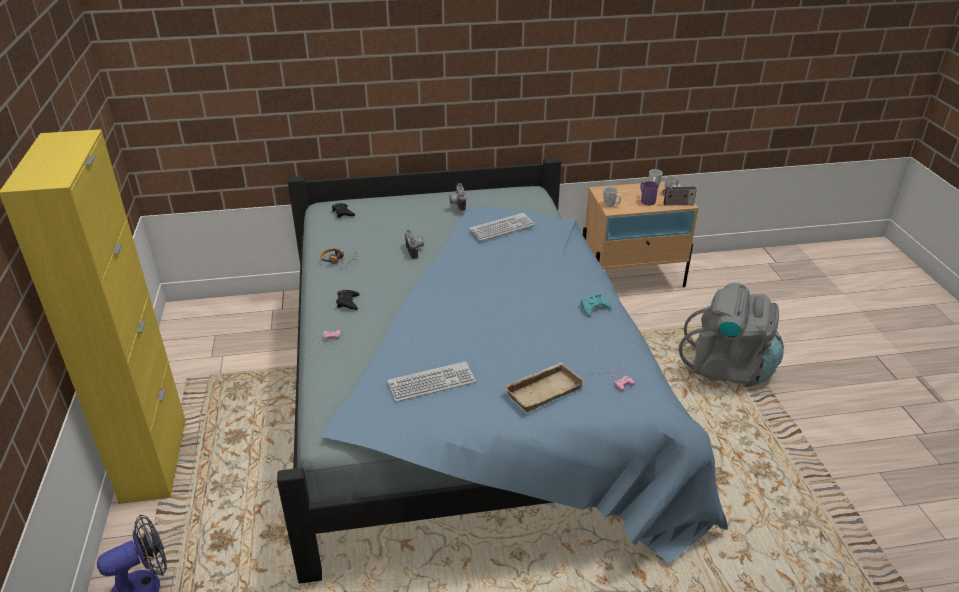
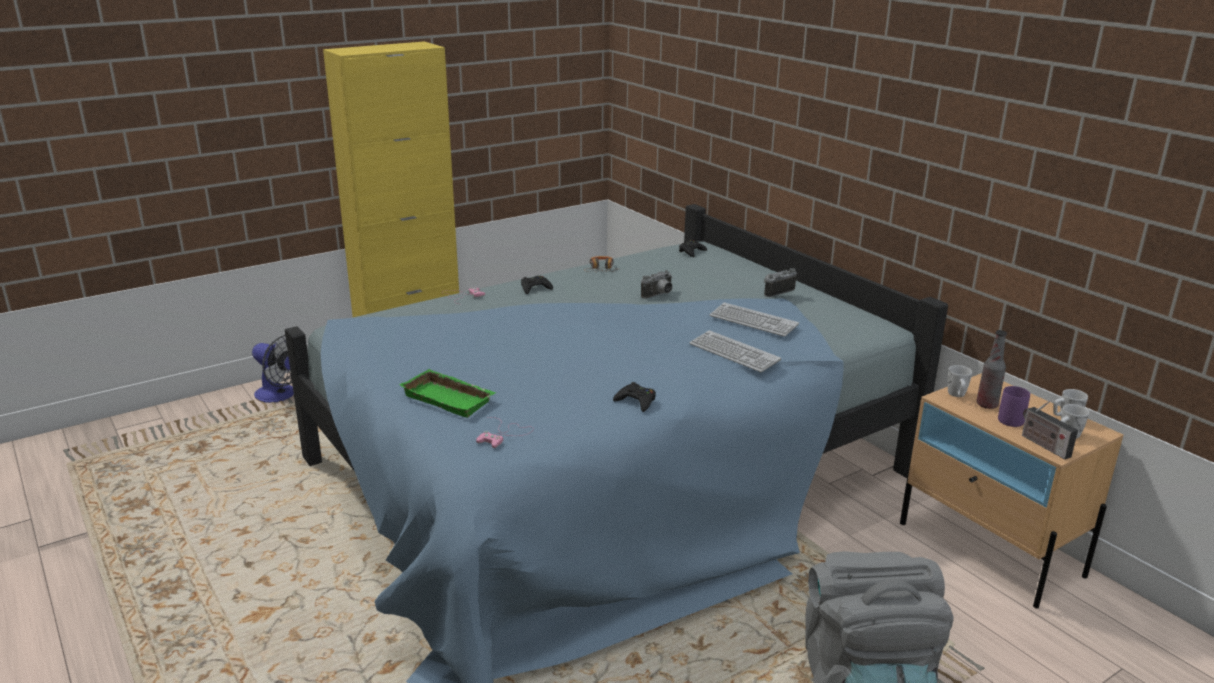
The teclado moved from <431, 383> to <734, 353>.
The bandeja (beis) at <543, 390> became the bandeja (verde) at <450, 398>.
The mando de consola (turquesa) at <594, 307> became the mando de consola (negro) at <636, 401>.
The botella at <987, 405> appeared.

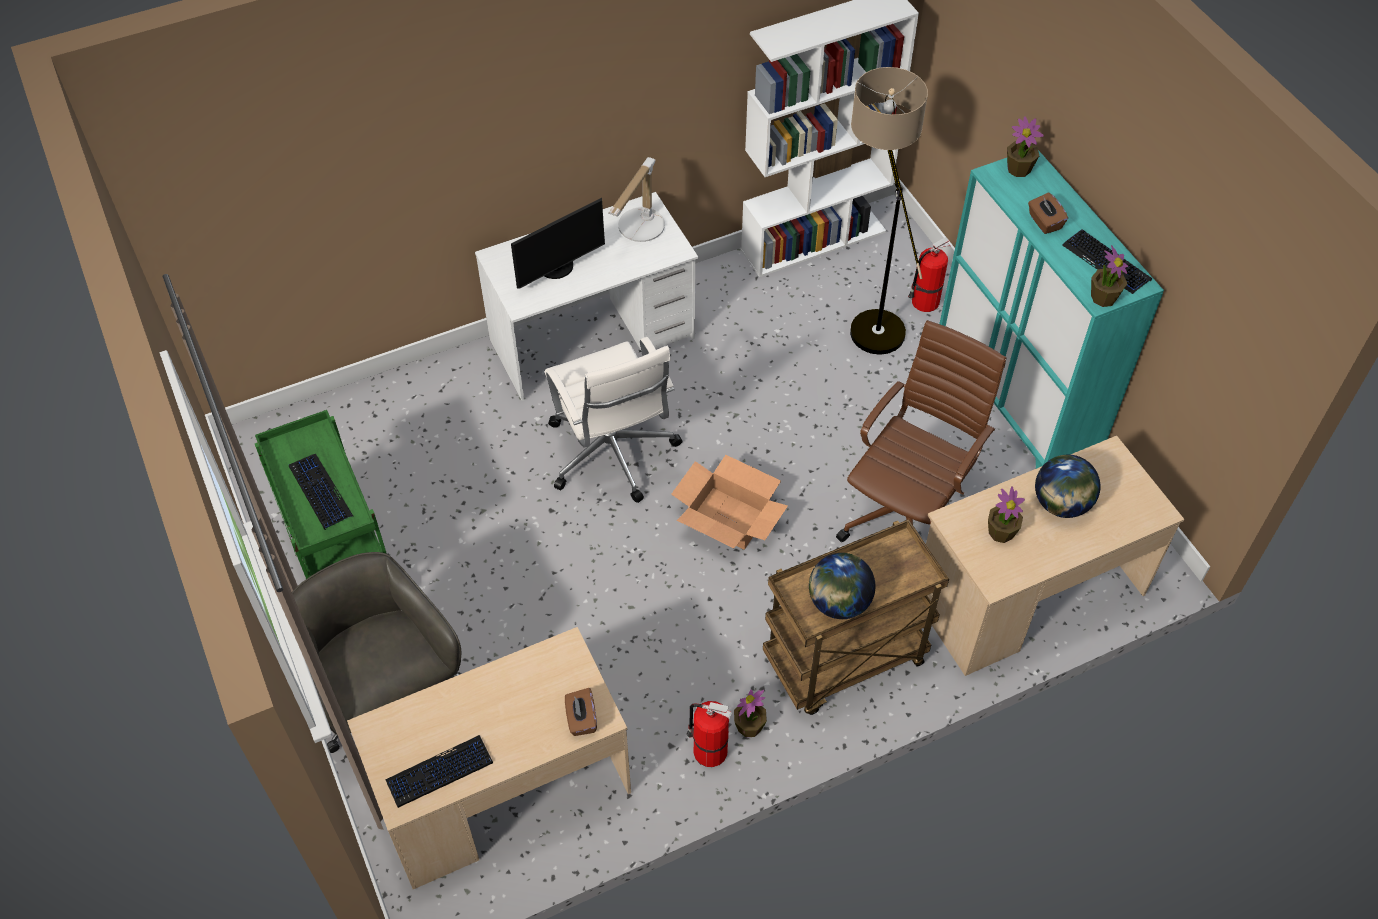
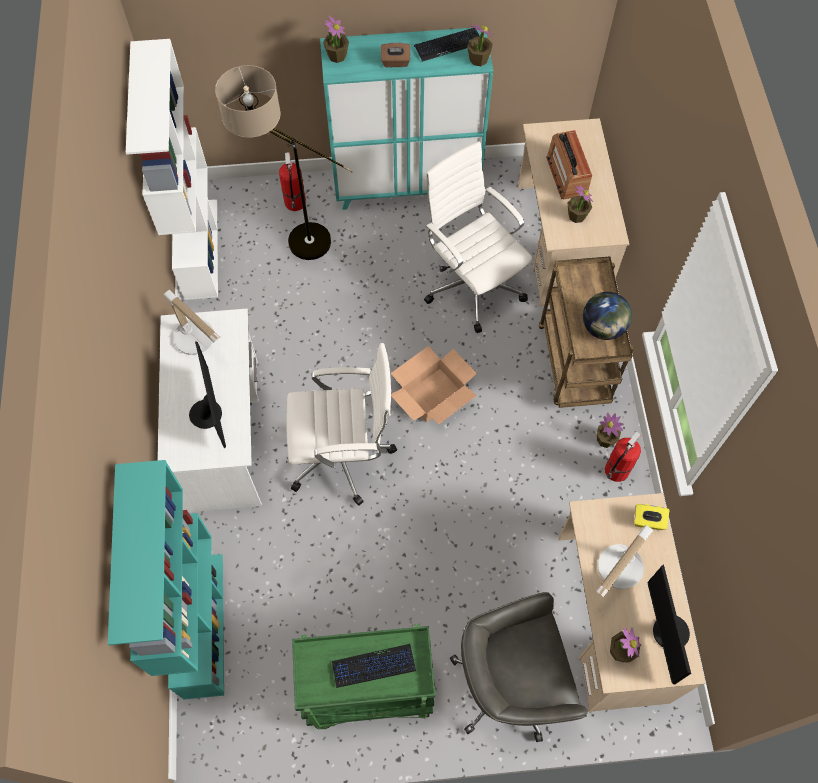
The teclado at <439, 772> was replaced by the monitor at <666, 633>.
The caja de pañuelos (marrón) at <581, 719> became the caja de pañuelos (amarillo) at <648, 521>.
The silla de oficina (marrón) at <907, 514> became the silla de oficina (blanco) at <472, 284>.
The globo terráqueo at <1061, 504> was replaced by the radio at <566, 175>.
The estantería (turquesa) at <202, 624> appeared.
The lámpara de mesa at <616, 572> appeared.
The planta en maceta at <620, 651> appeared.

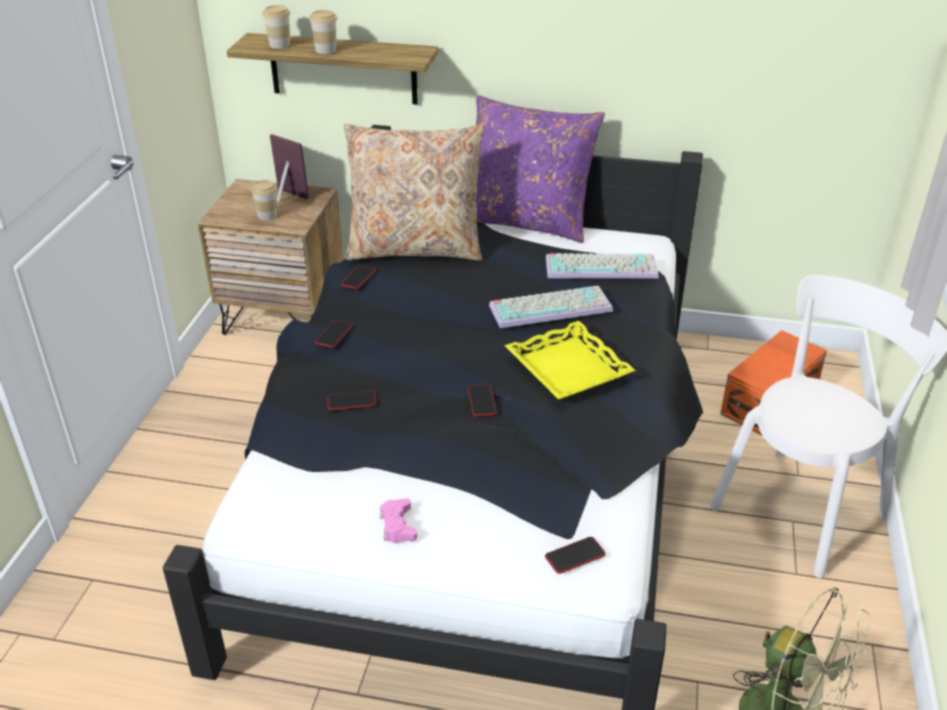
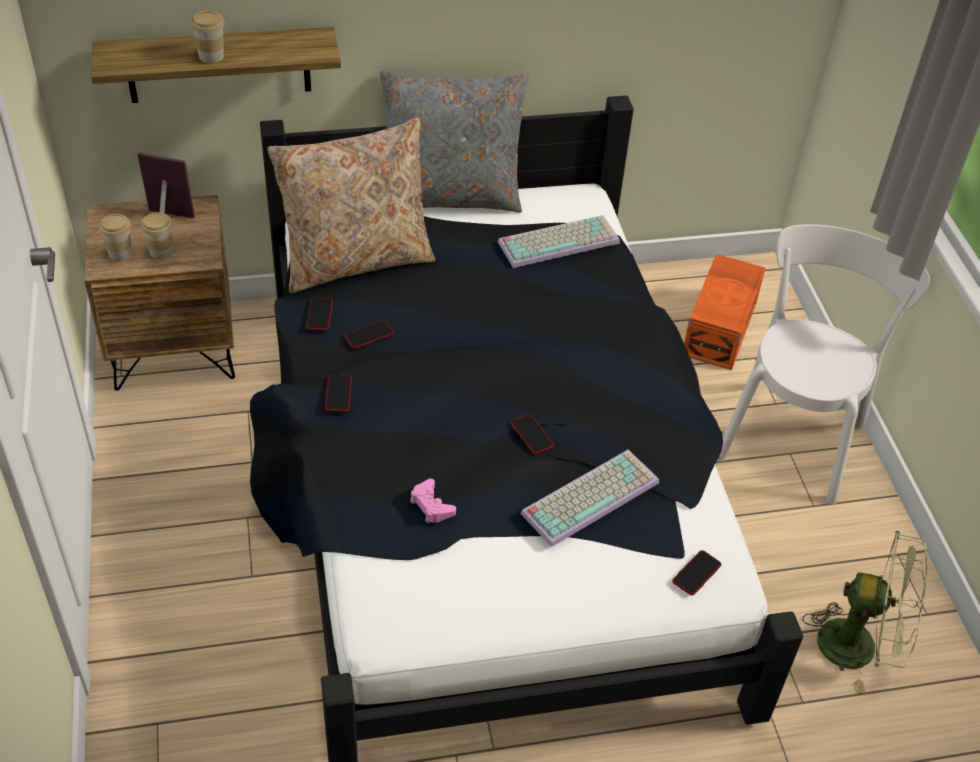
The taza moved from <279, 45> to <120, 253>.
The móvil moved from <351, 401> to <368, 335>.
The mando de consola (rosa) moved from <398, 525> to <431, 505>.
The cojín (morado) at <527, 222> became the cojín (gris) at <450, 196>.
The teclado moved from <551, 307> to <590, 495>.
The bandeja (amarillo) at <567, 368> disappeared.

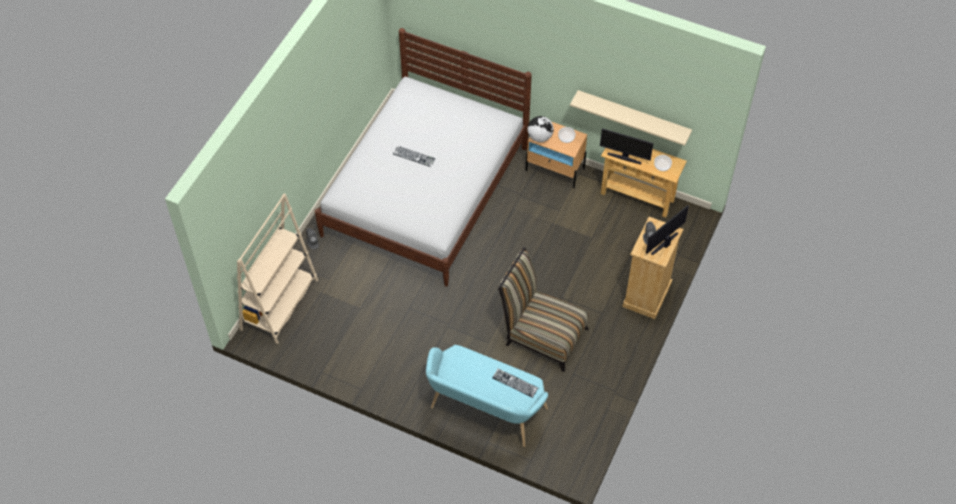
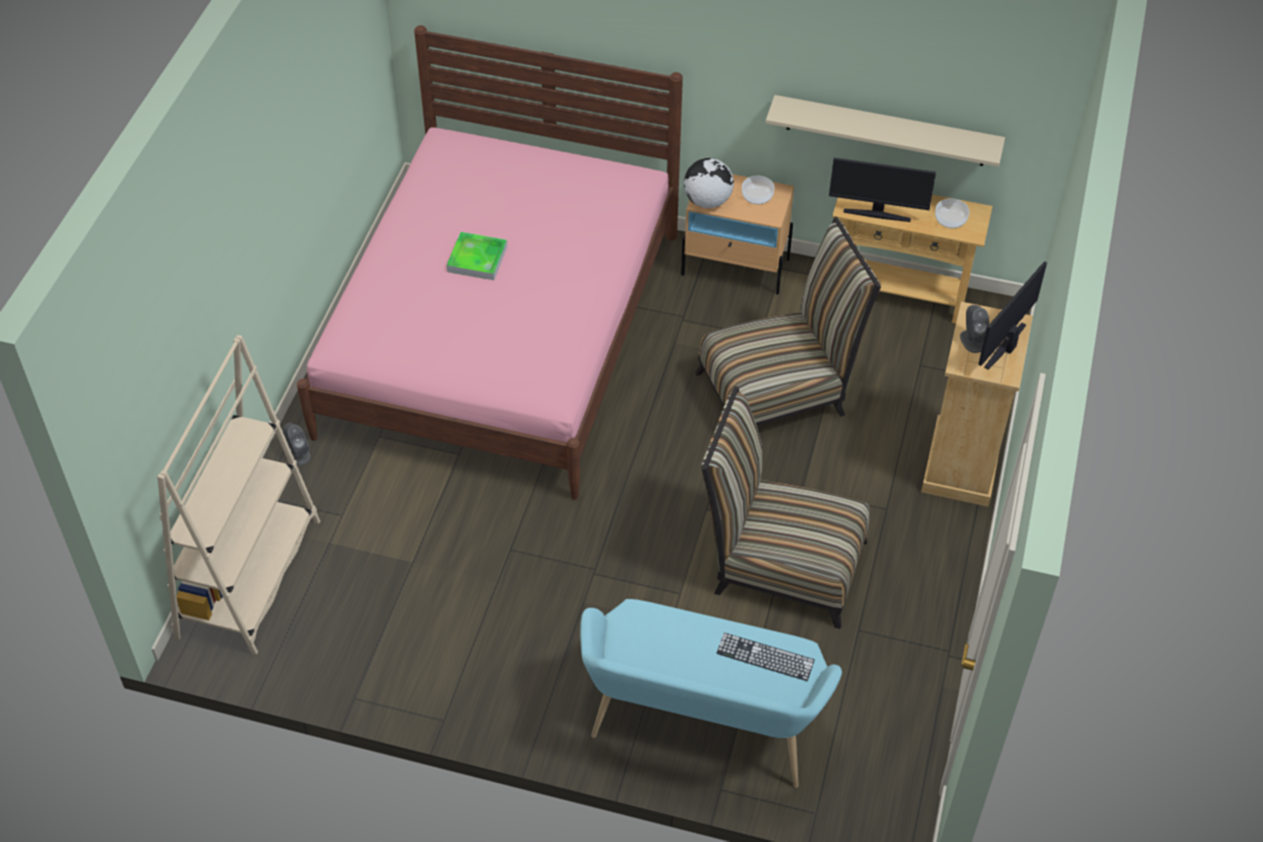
The cama (blanco) at <425, 191> became the cama (rosa) at <501, 333>.
The teclado at <414, 156> was replaced by the bandeja at <477, 259>.
The silla at <779, 391> appeared.

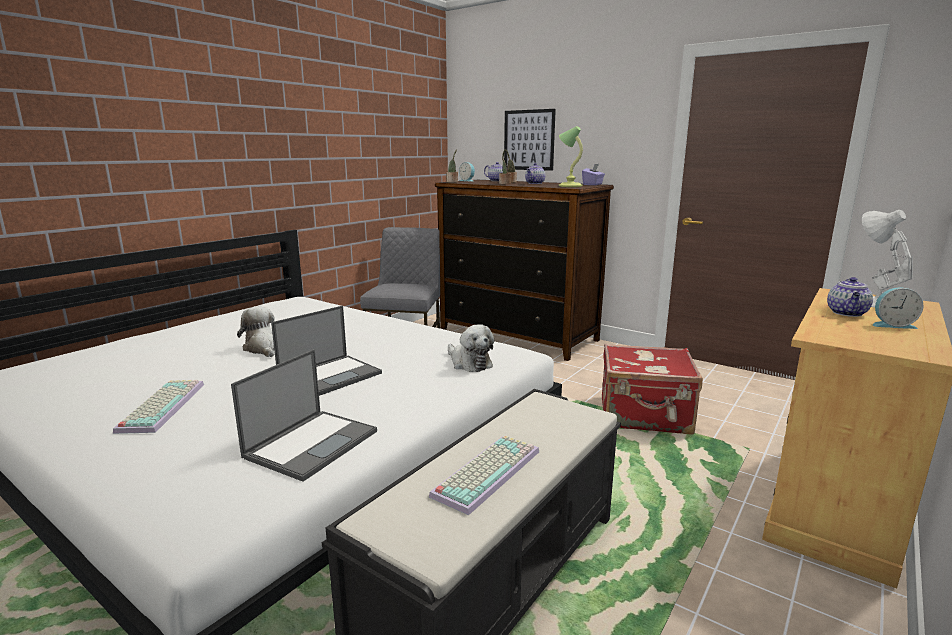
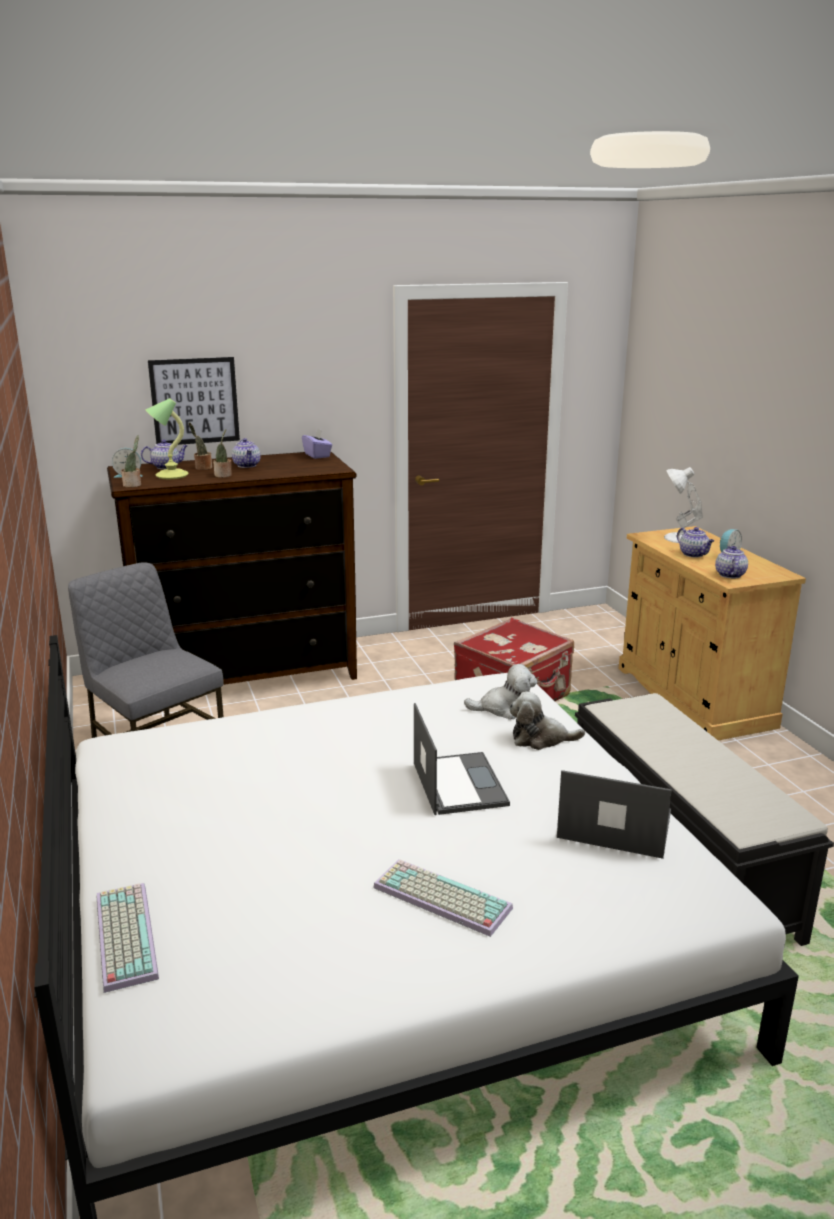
The portátil at <312, 443> turned 45 degrees counterclockwise.
The peluche moved from <263, 348> to <540, 739>.
The teclado moved from <486, 471> to <123, 935>.
The lámpara de mesa moved from <569, 186> to <170, 475>.
The tetera at <729, 574> appeared.

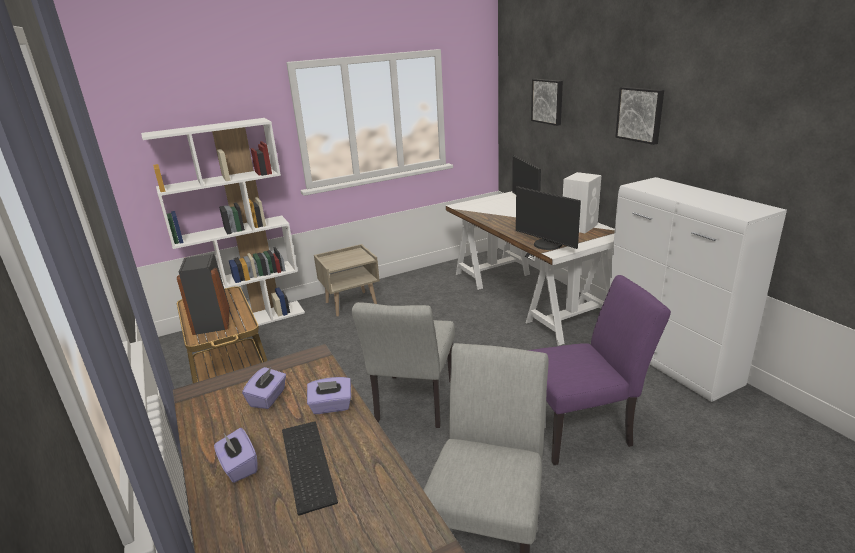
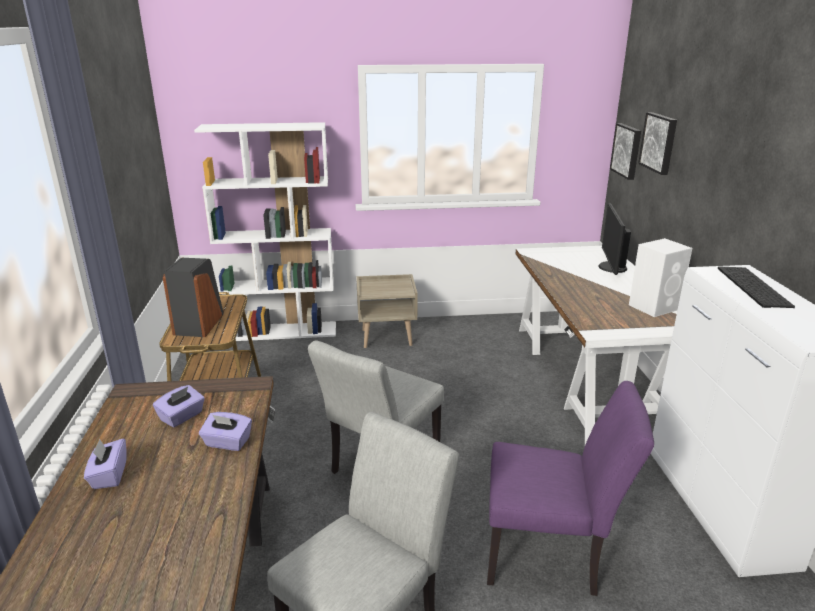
The teclado moved from <305, 464> to <750, 286>.
The monitor at <546, 245> disappeared.
The cuadro moved from <640, 114> to <627, 150>.

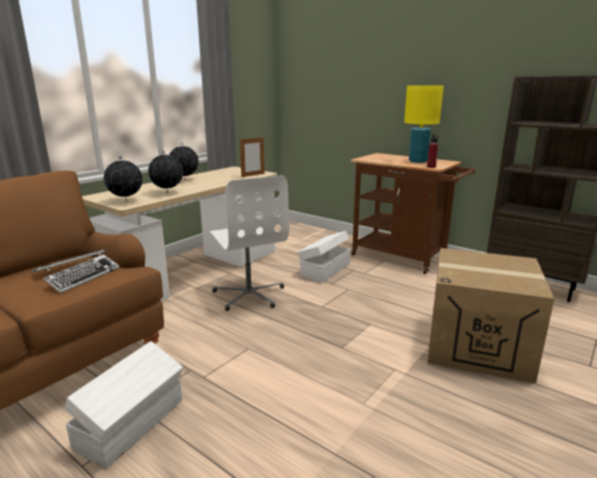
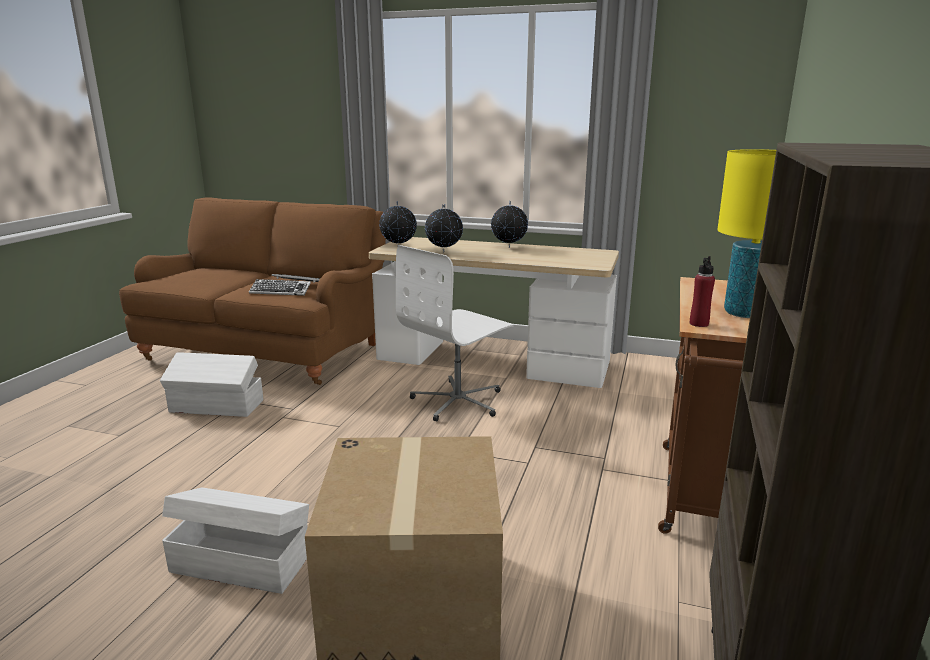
The portarretratos at <253, 175> disappeared.
The caja de almacenaje (blanco) moved from <324, 270> to <240, 562>.

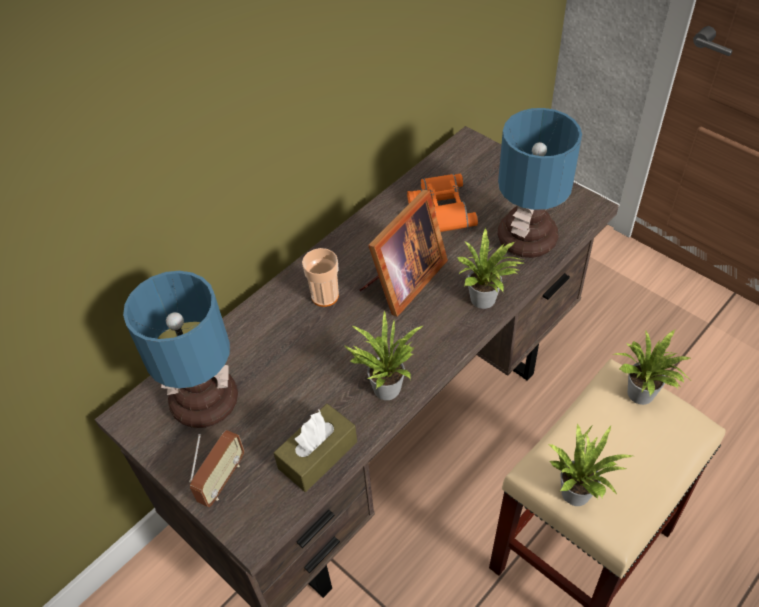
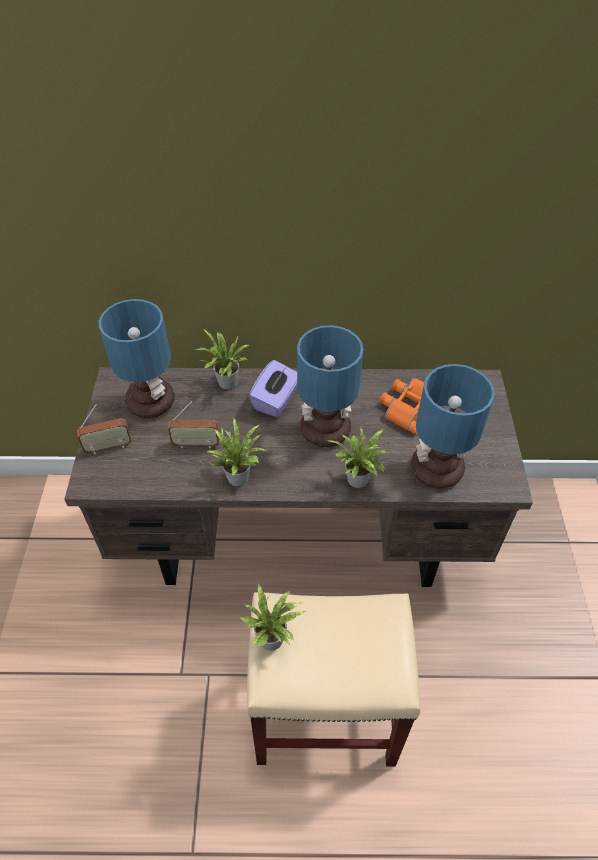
The caja de pañuelos (marrón) at <318, 455> disappeared.
The taza at <325, 296> was replaced by the caja de pañuelos (morado) at <276, 400>.
The portarretratos at <402, 282> was replaced by the lámpara de mesa at <327, 429>.
The planta en maceta moved from <642, 396> to <226, 384>.
The radio at <196, 443> appeared.

